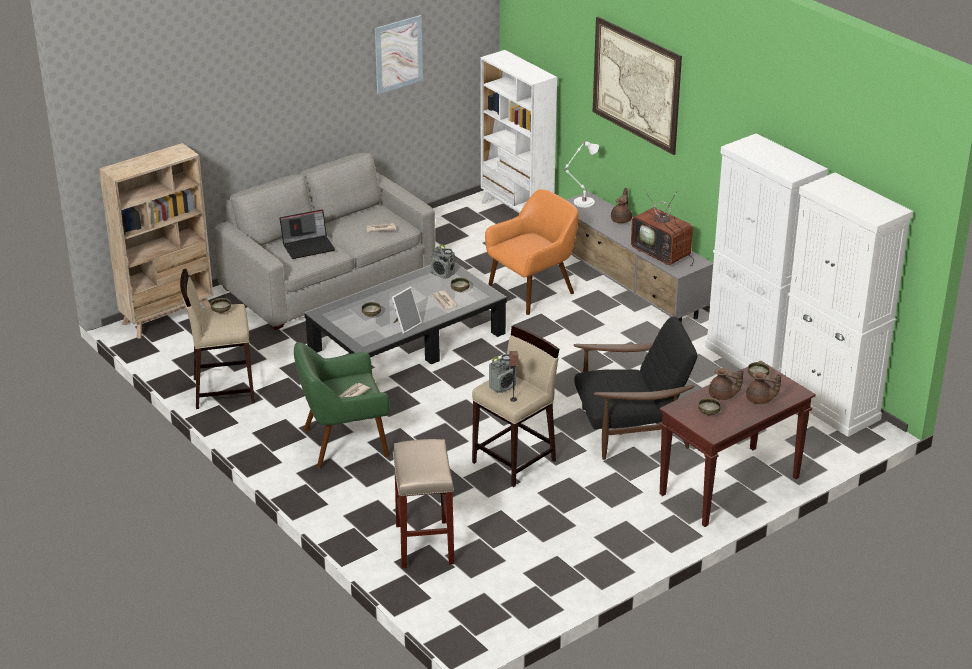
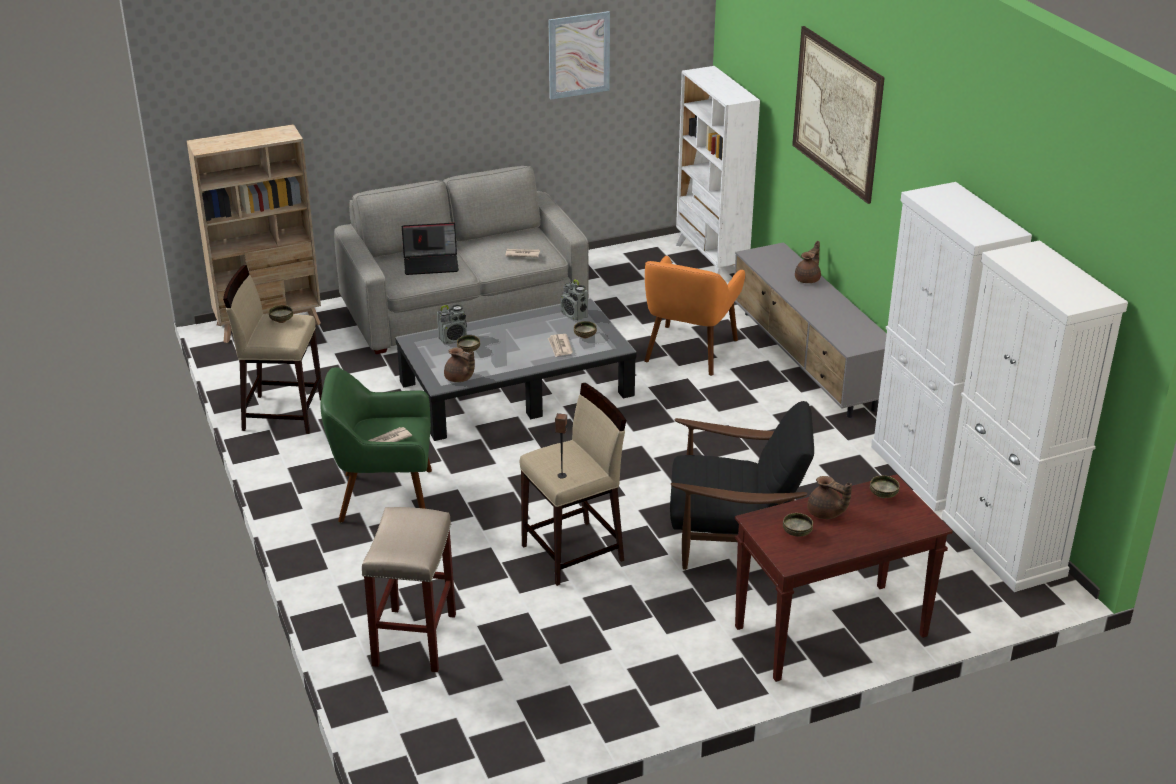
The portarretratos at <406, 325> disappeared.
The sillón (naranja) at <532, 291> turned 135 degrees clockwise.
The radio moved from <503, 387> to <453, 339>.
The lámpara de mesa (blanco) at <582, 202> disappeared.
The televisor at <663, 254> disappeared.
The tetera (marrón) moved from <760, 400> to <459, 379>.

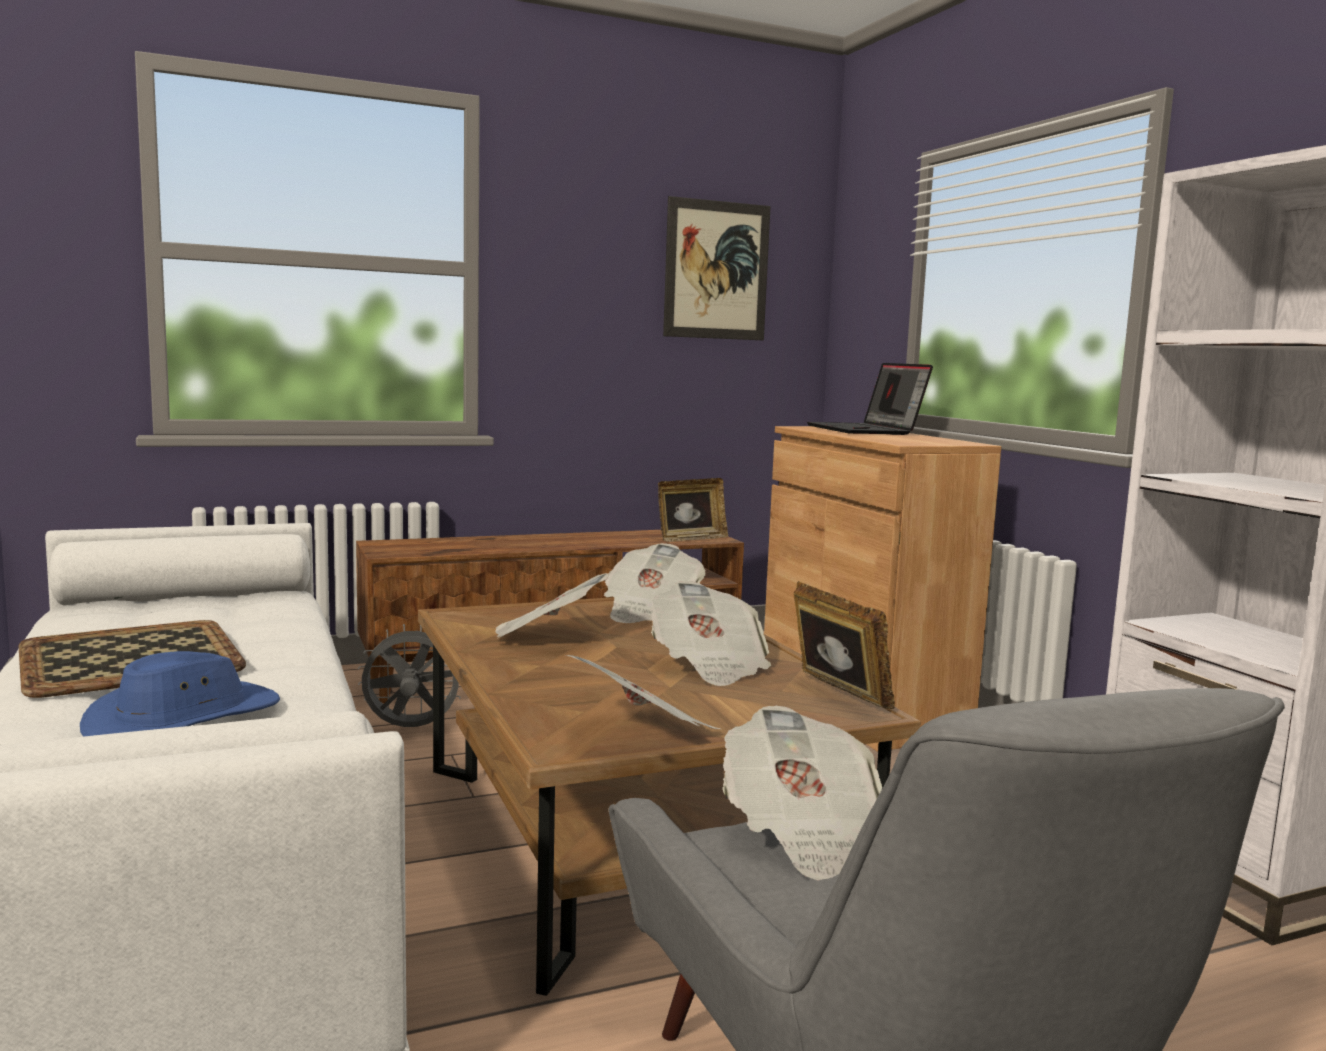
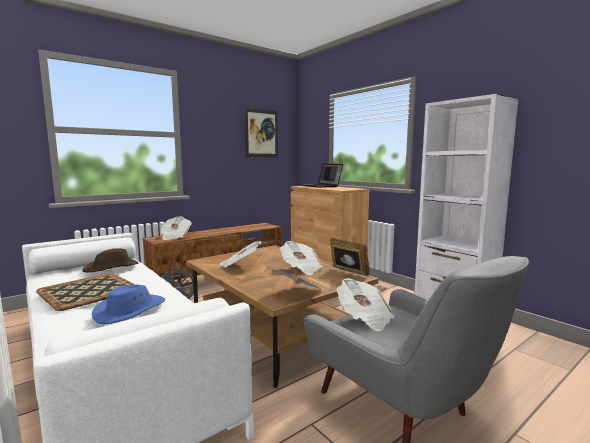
The periódico moved from <649, 612> to <175, 236>.
The portarretratos at <690, 539> disappeared.
The sombrero (marrón) at <112, 267> appeared.

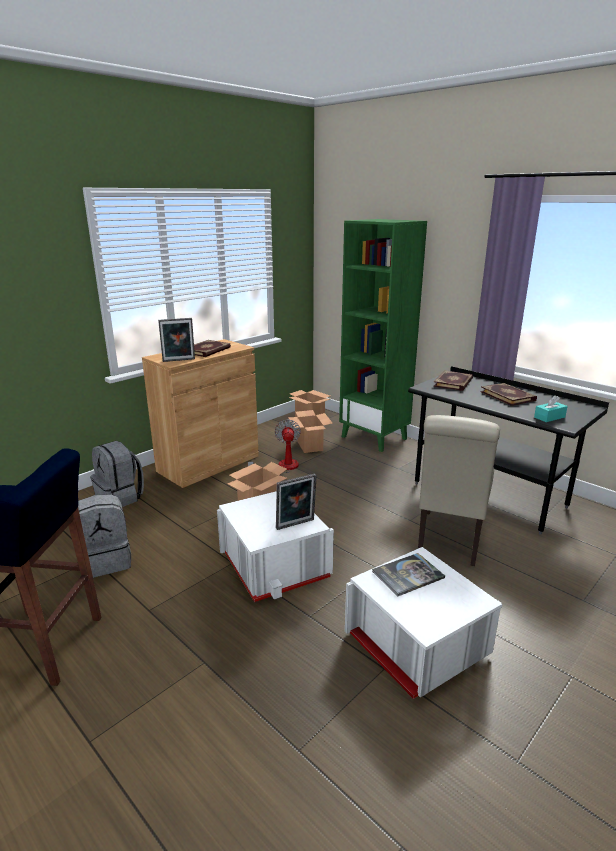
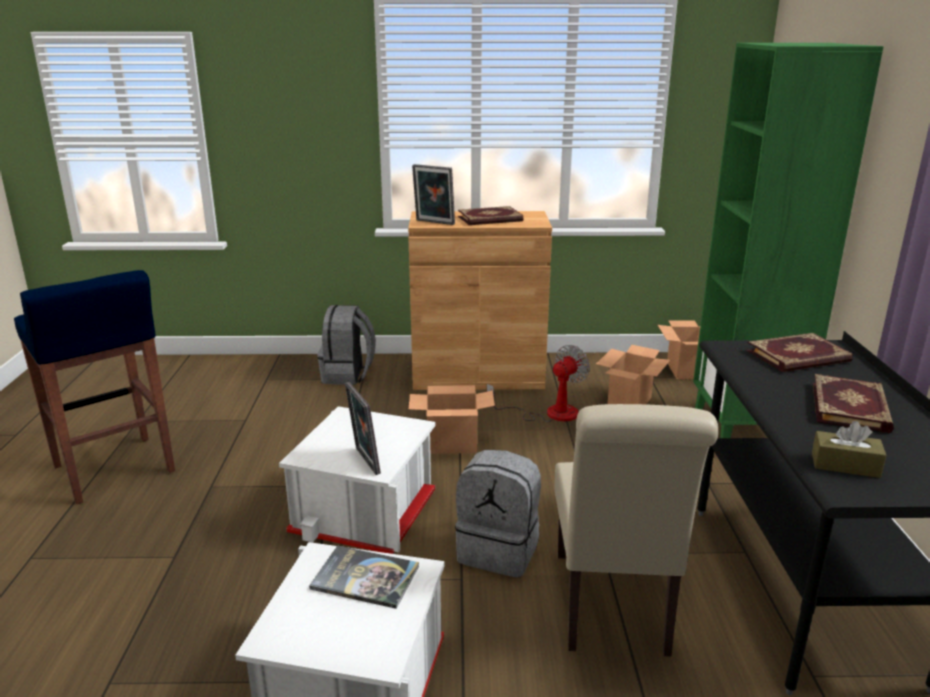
The mochila (gris) moved from <106, 561> to <499, 551>.
The portarretratos at <296, 525> turned 45 degrees clockwise.
The silla (beis) at <449, 540> turned 60 degrees counterclockwise.
The caja de pañuelos (turquesa) at <549, 417> became the caja de pañuelos (marrón) at <845, 465>.

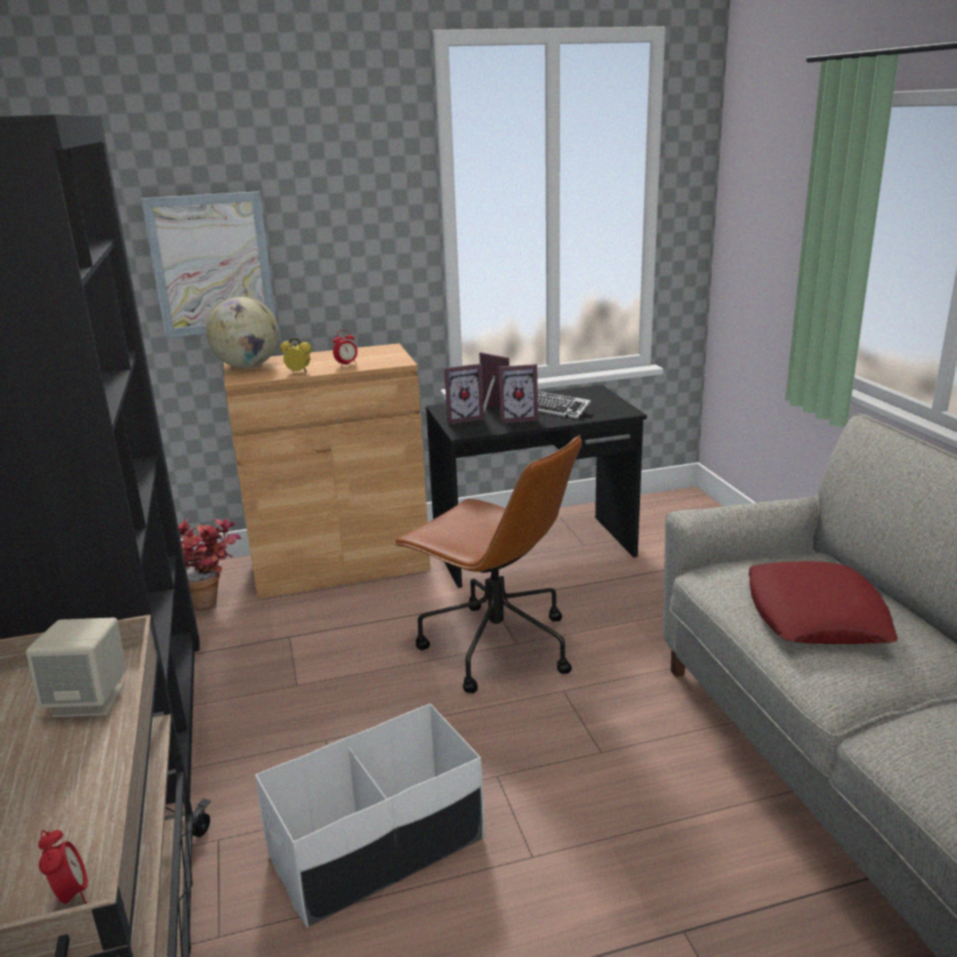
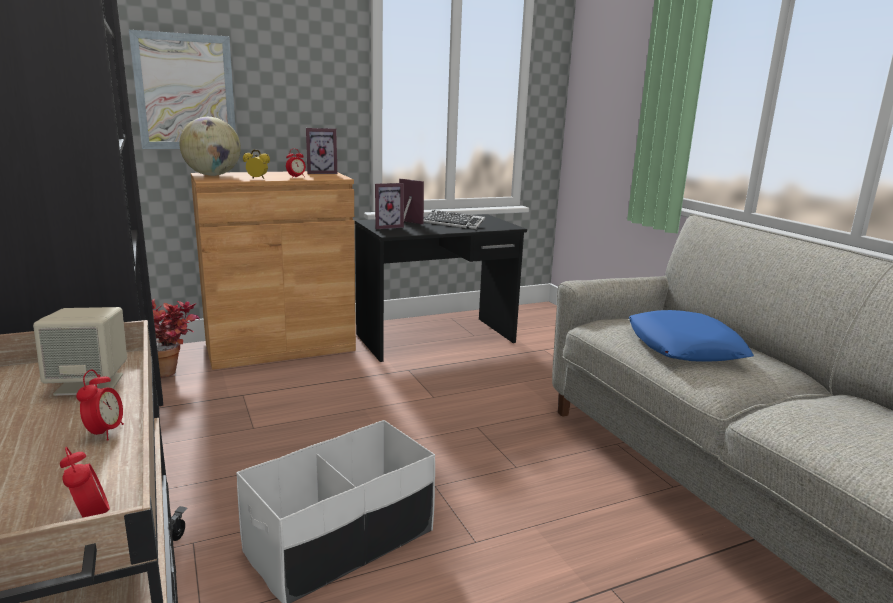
The silla de oficina (marrón) at <495, 646> disappeared.
The portarretratos moved from <517, 418> to <321, 173>.
The cojín (rojo) at <816, 616> became the cojín (azul) at <684, 347>.
The despertador at <105, 432> appeared.

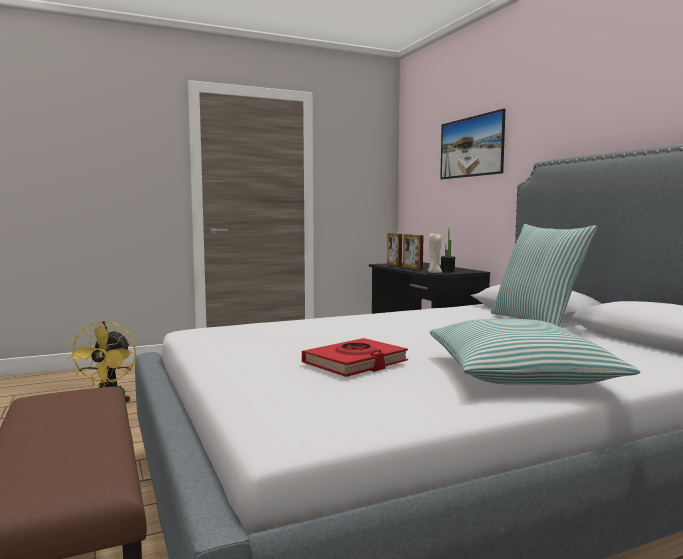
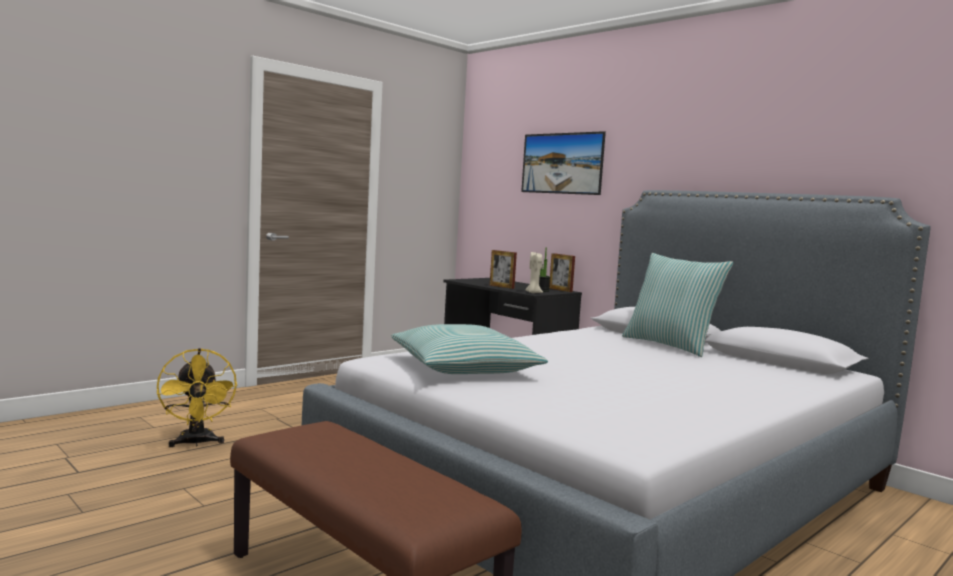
The libro (rojo) at <355, 363> disappeared.
The portarretratos moved from <394, 265> to <560, 290>.
The cojín moved from <518, 373> to <463, 367>.

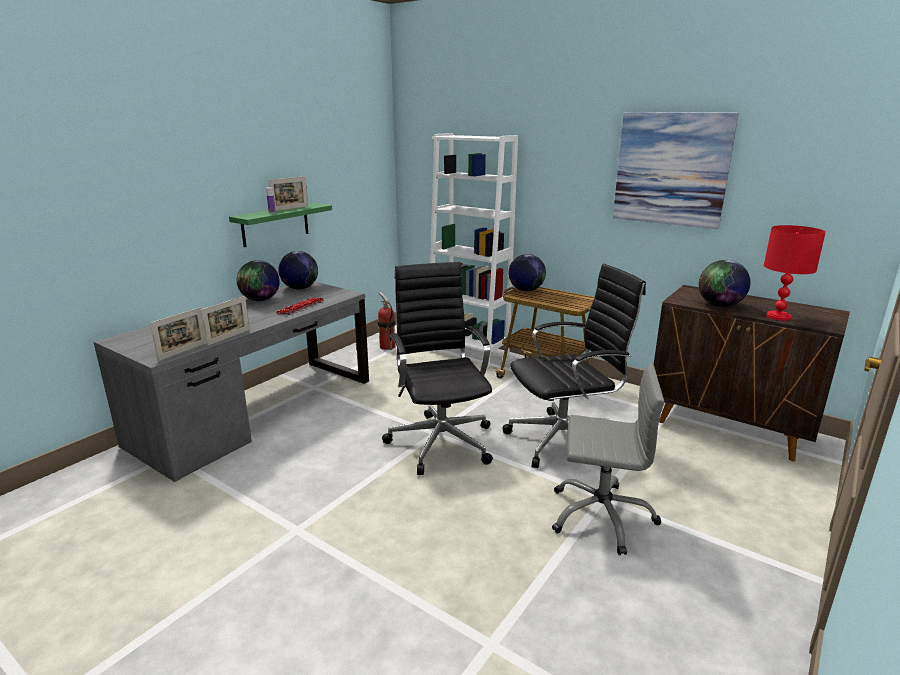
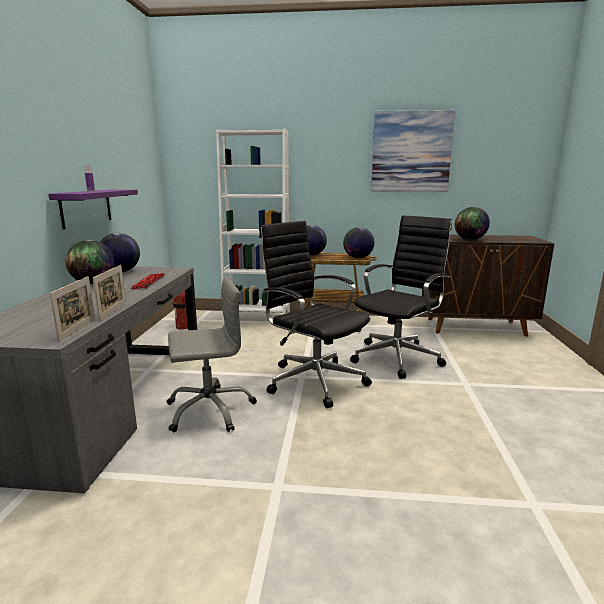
The estante (verde) at <275, 224> became the estante (morado) at <86, 207>.
The portarretratos at <290, 208> disappeared.
The silla de oficina (gris) moved from <601, 515> to <209, 409>.
The lámpara de mesa (rojo) at <779, 317> disappeared.
The globo terráqueo at <358, 258> appeared.

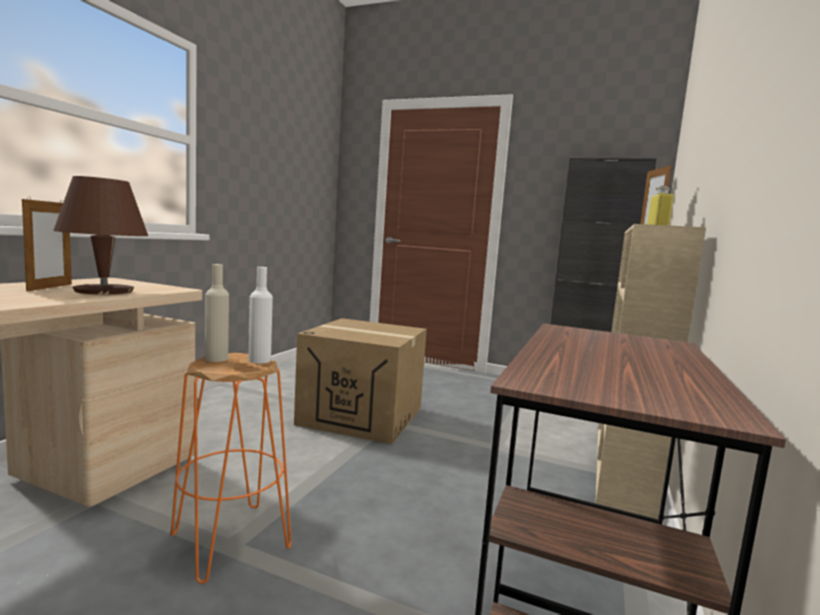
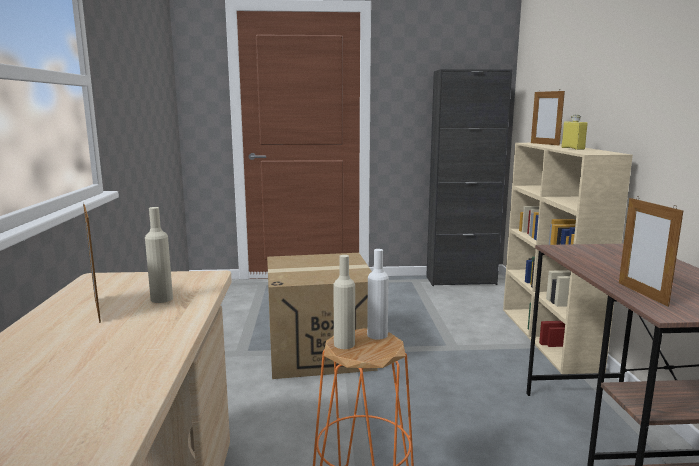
The lámpara de mesa (marrón) at <103, 291> was replaced by the botella (beis) at <161, 299>.
The portarretratos at <642, 294> appeared.

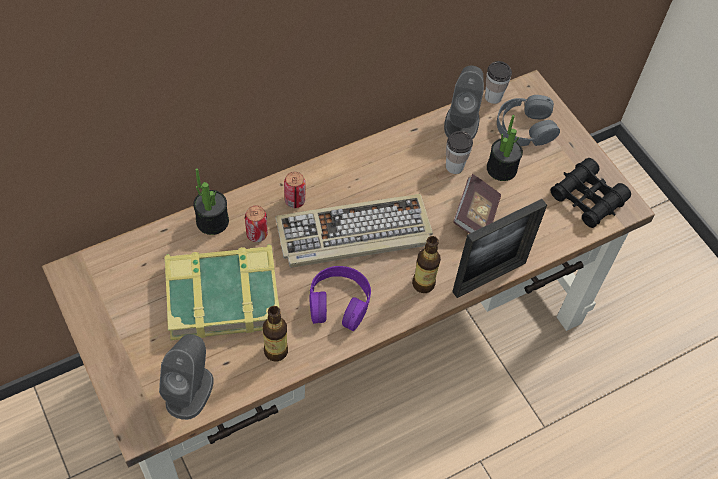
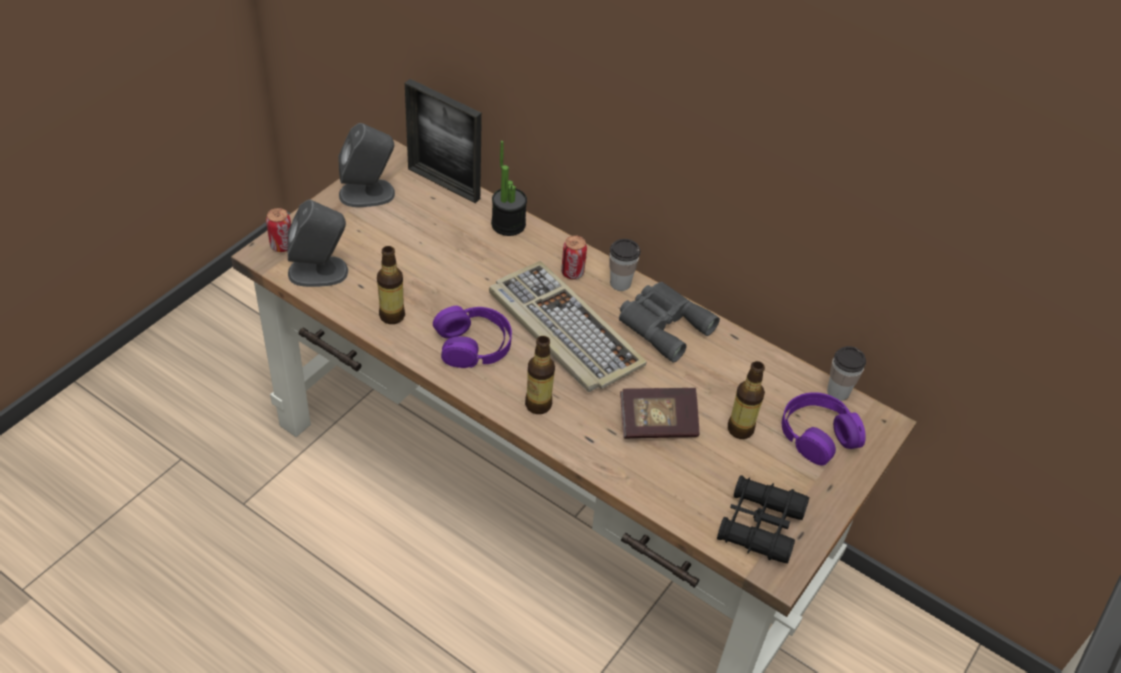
The libro at <222, 295> disappeared.
The lata moved from <257, 234> to <282, 246>.
The altavoz (gris) moved from <461, 122> to <367, 193>.
The taza moved from <454, 166> to <620, 283>.
The portarretratos moved from <489, 277> to <443, 183>.
The planta en maceta at <501, 169> was replaced by the botella at <740, 429>.
The auriculares (gris) at <525, 127> became the auriculares (morado) at <818, 434>.
The prismáticos (gris) at <662, 324> appeared.

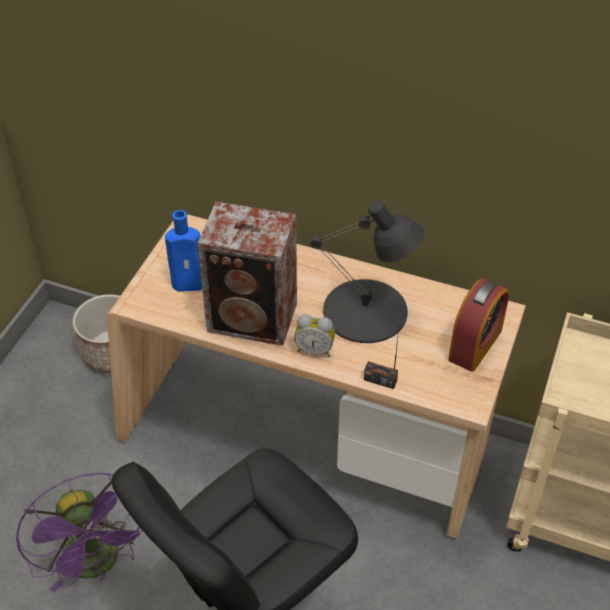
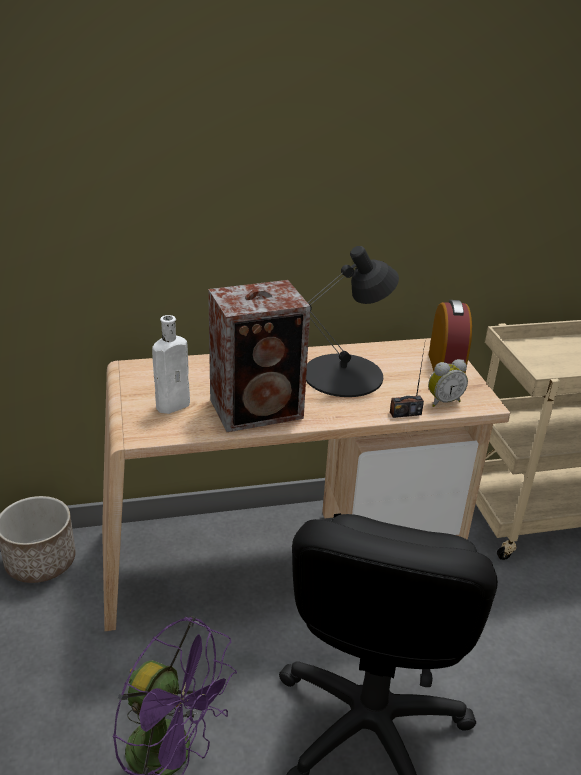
The botella (azul) at <191, 283> became the botella (blanco) at <175, 404>.
The despertador moved from <315, 349> to <443, 401>.

